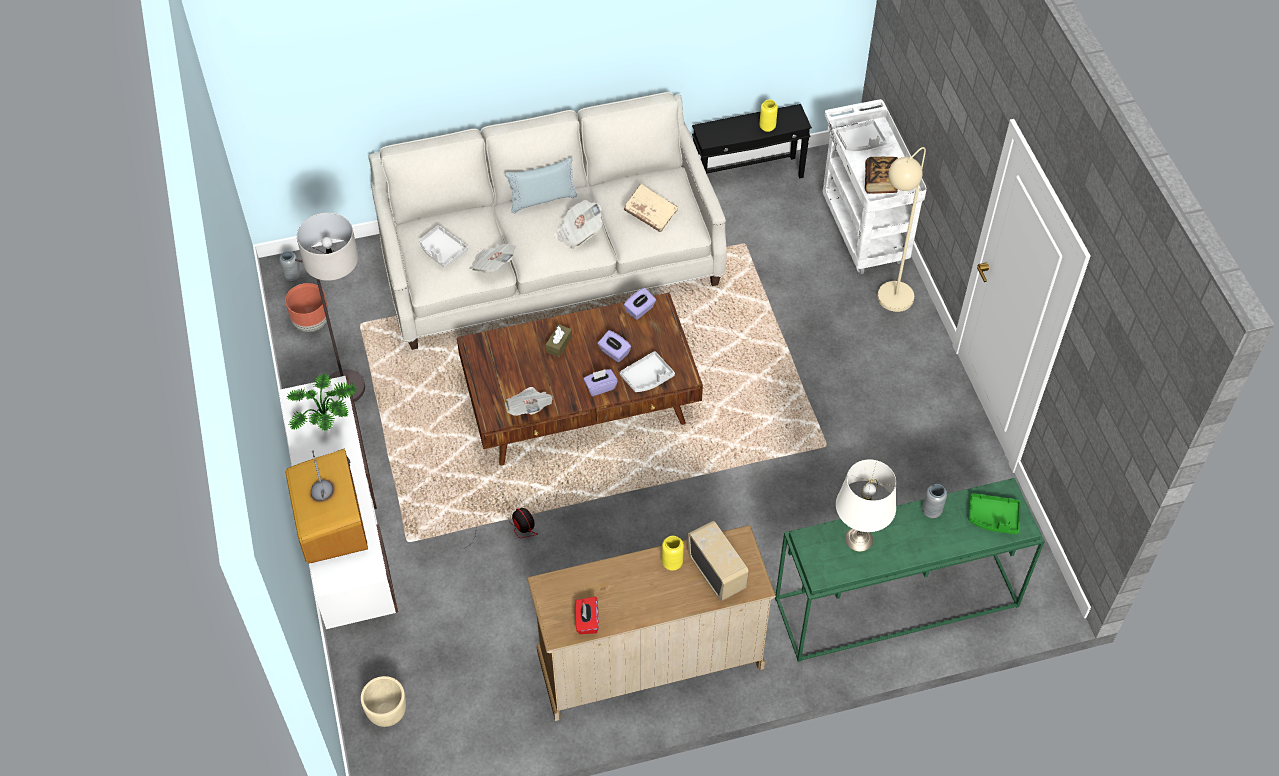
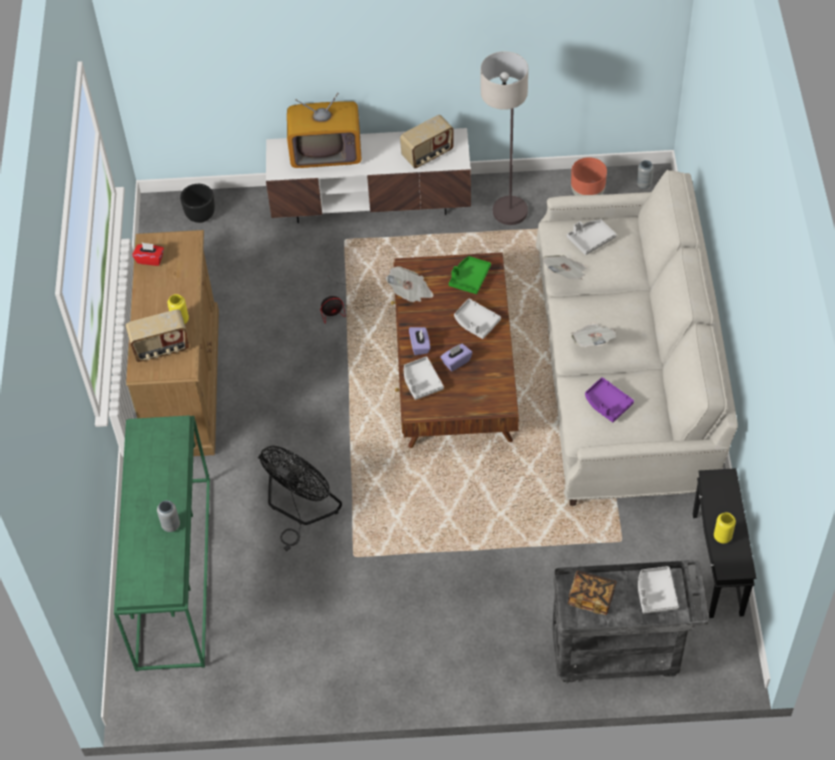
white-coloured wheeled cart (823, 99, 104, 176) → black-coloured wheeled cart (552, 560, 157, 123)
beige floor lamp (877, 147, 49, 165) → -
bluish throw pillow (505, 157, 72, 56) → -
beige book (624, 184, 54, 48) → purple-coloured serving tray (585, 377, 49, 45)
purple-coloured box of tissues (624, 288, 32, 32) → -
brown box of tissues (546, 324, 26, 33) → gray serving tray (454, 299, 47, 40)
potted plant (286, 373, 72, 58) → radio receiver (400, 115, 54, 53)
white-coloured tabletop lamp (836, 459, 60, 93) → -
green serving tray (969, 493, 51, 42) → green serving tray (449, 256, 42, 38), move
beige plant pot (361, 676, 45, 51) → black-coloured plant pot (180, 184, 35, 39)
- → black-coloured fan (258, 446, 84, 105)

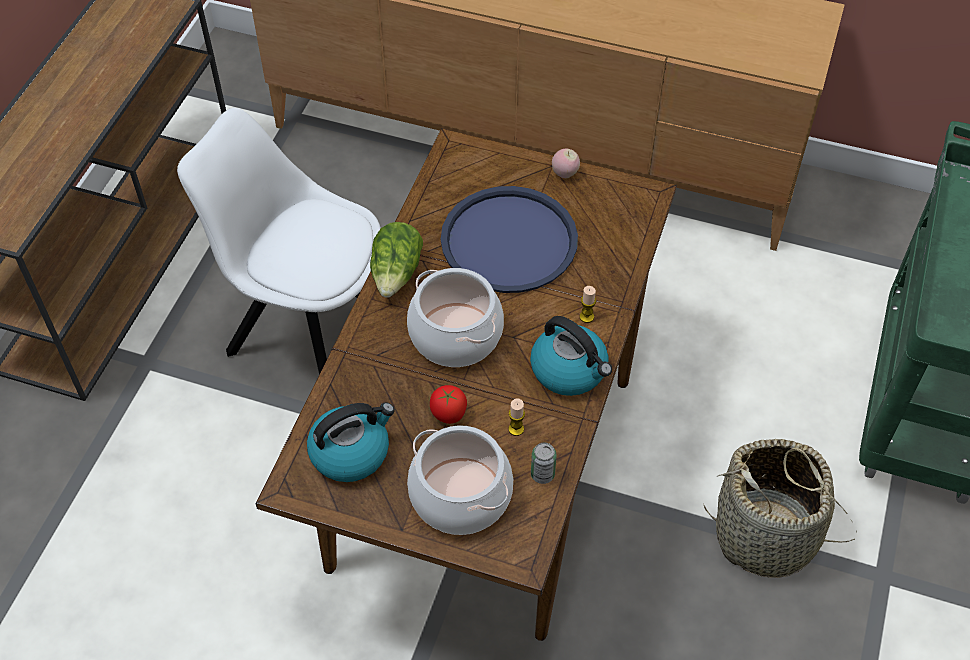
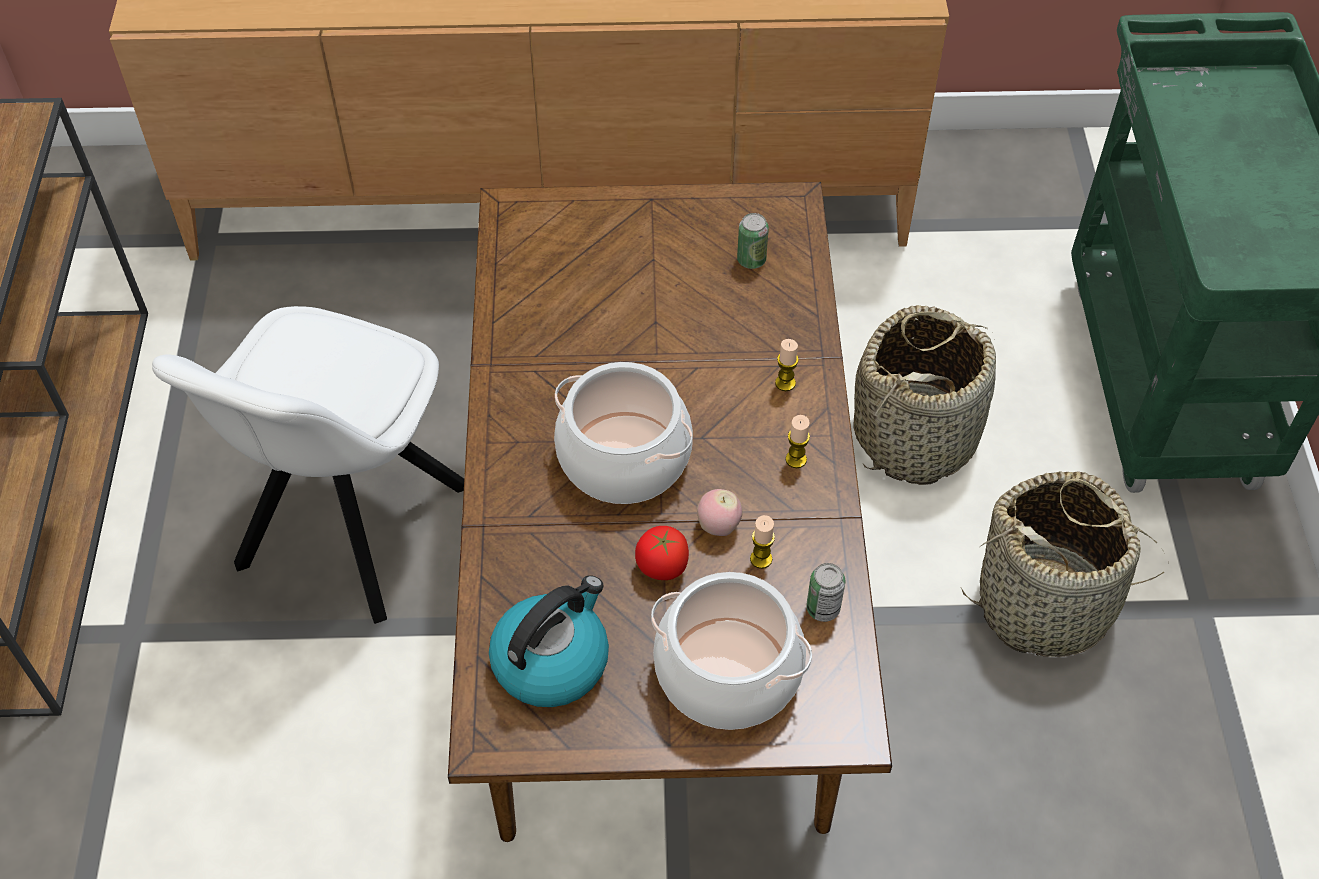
white-coloured plain chair (177, 108, 204, 266) → white-coloured plain chair (152, 306, 312, 318), 75 degrees counterclockwise
whole apple (552, 149, 28, 29) → whole apple (697, 489, 46, 47), move
bluish serving tray (441, 186, 137, 107) → -
lettuce (370, 222, 53, 76) → -
kettle (530, 316, 82, 80) → candle (785, 415, 25, 53)
- → can (737, 213, 32, 56)
- → basket (854, 305, 142, 180)

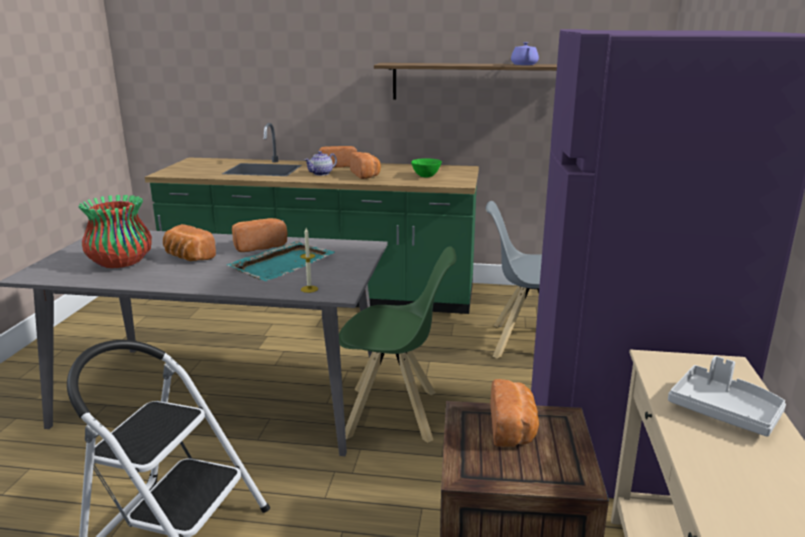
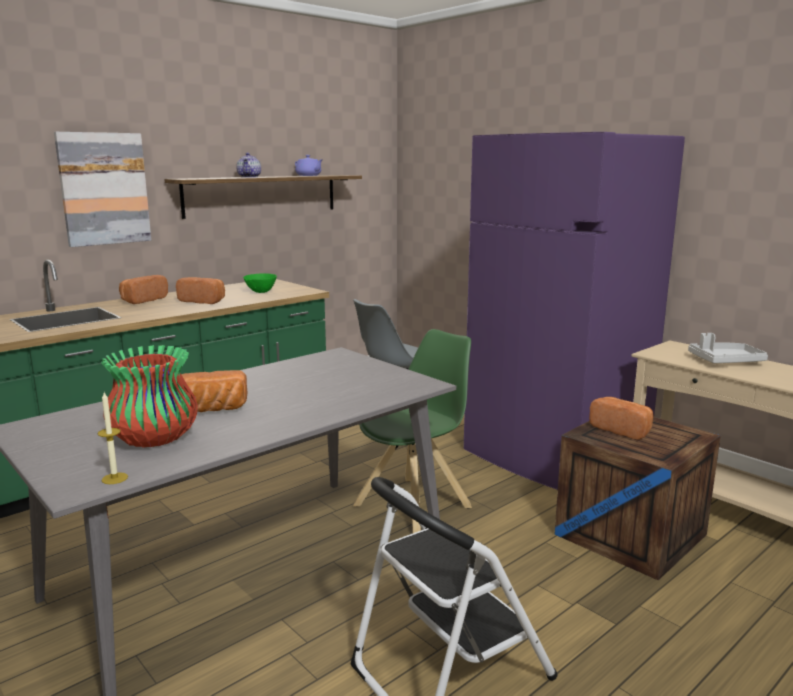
pot for tea (304, 151, 33, 25) → pot for tea (236, 153, 25, 25), move
bakery bread (232, 218, 55, 34) → -
candle (300, 228, 18, 65) → candle (97, 392, 31, 92), move
blue-green serving tray (227, 241, 108, 40) → -
- → wall picture (54, 132, 97, 115)

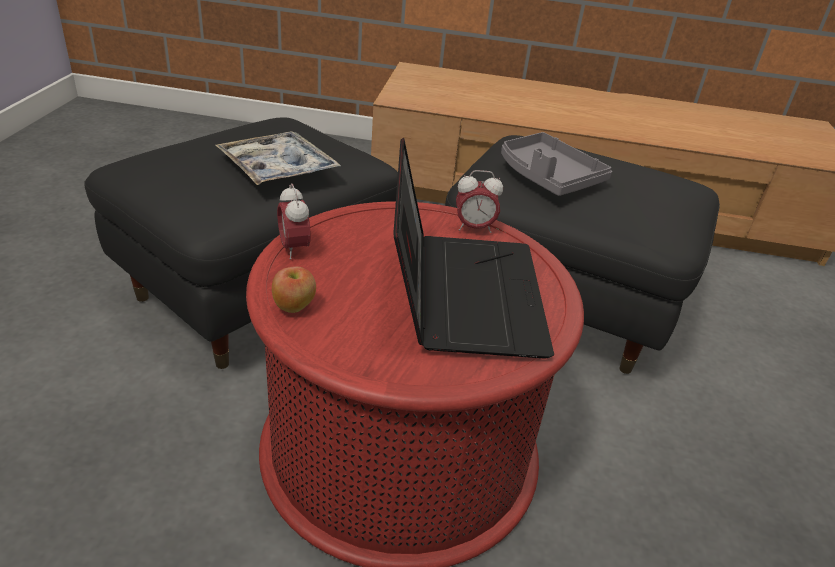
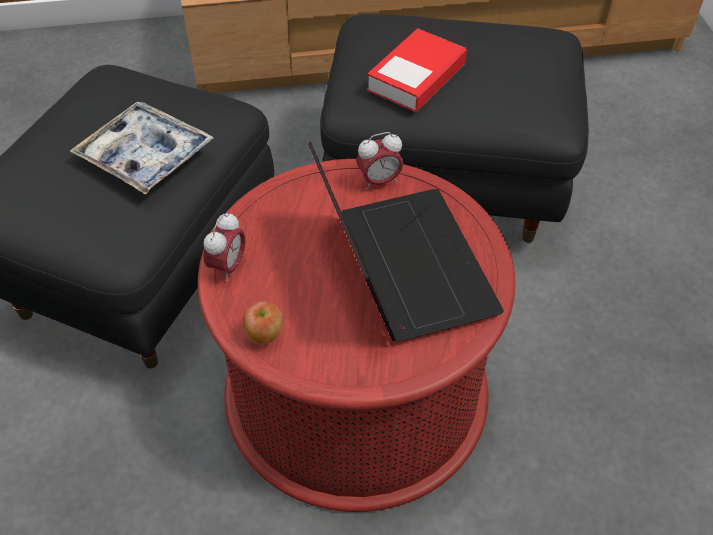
gray serving tray (501, 132, 111, 64) → book (367, 28, 100, 84)
table clock (277, 183, 34, 77) → table clock (203, 212, 42, 69), 120 degrees counterclockwise

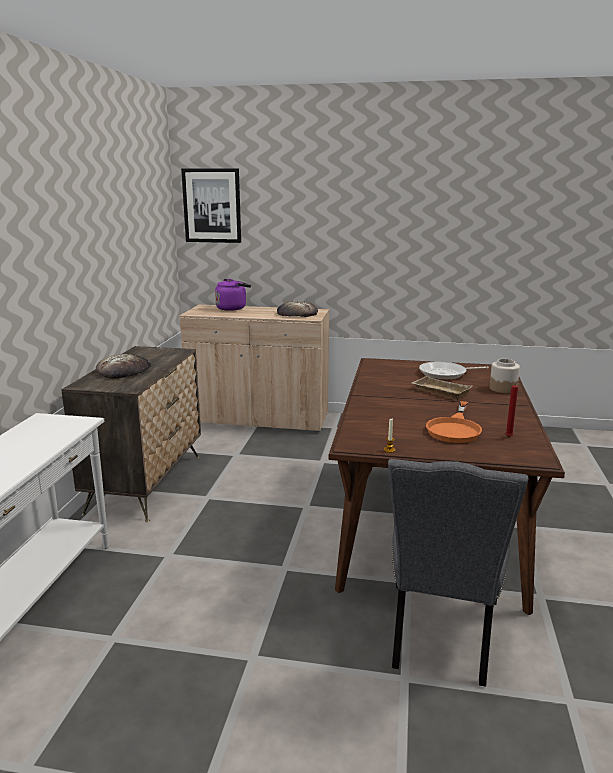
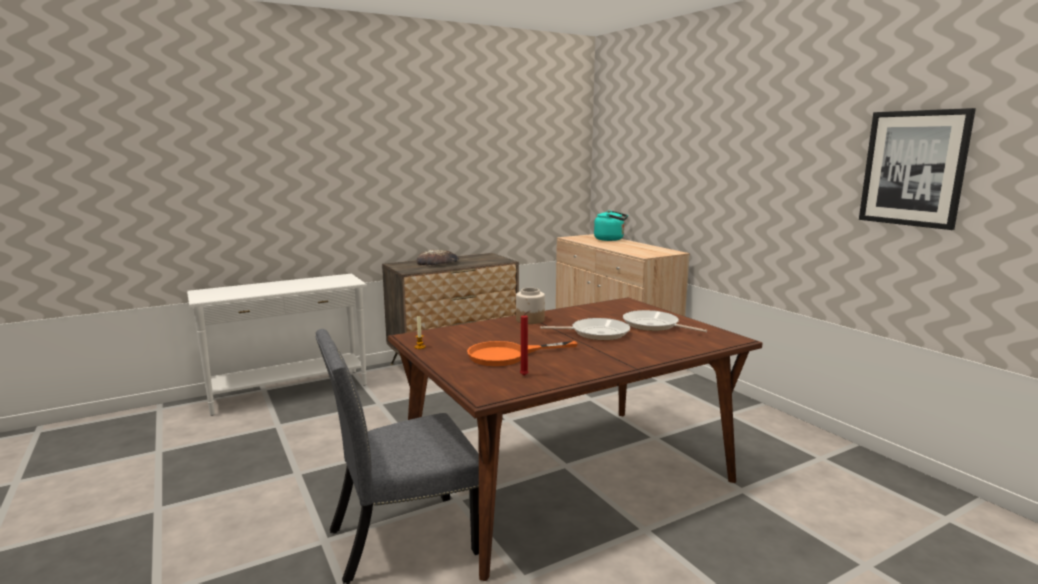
wall picture (181, 168, 60, 75) → wall picture (859, 108, 117, 122), move
purple-coloured kettle (215, 279, 36, 32) → blue-green kettle (594, 210, 34, 31)
bakery bread (277, 301, 41, 16) → -
storage jar (489, 359, 31, 34) → storage jar (516, 288, 29, 36), move
beige serving tray (412, 376, 60, 23) → pan (540, 318, 90, 22)

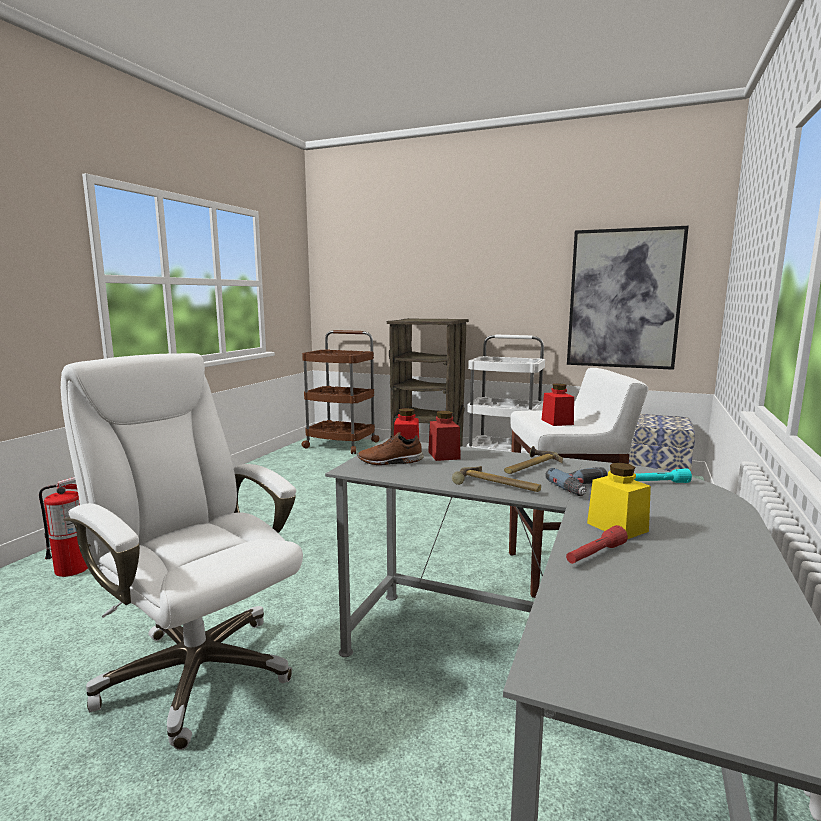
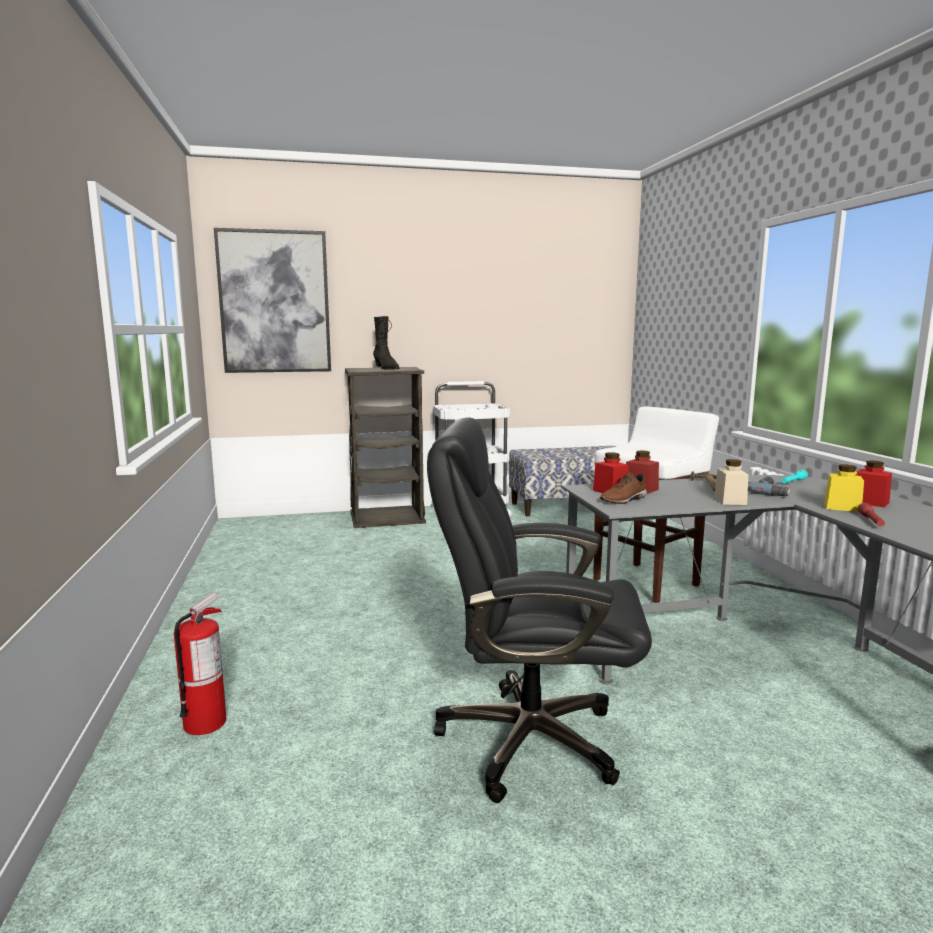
wall picture (567, 226, 122, 144) → wall picture (214, 228, 117, 145), move
brown wheeled cart (301, 330, 78, 124) → -
white-coloured office chair (61, 353, 242, 397) → black-coloured office chair (427, 418, 225, 385)
red-coloured storage jar (541, 384, 33, 42) → red-coloured storage jar (856, 460, 36, 47), move
hammer (452, 466, 89, 26) → beige storage jar (714, 459, 34, 46)
- → black-coloured high-top boot (373, 316, 26, 54)

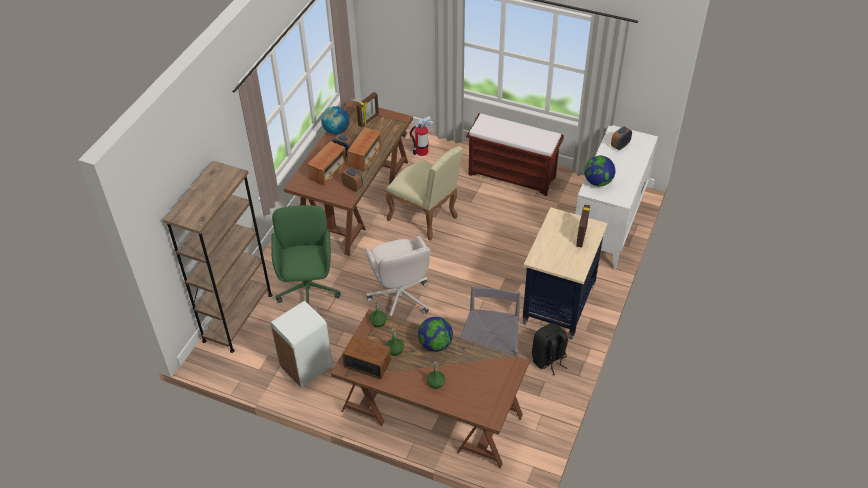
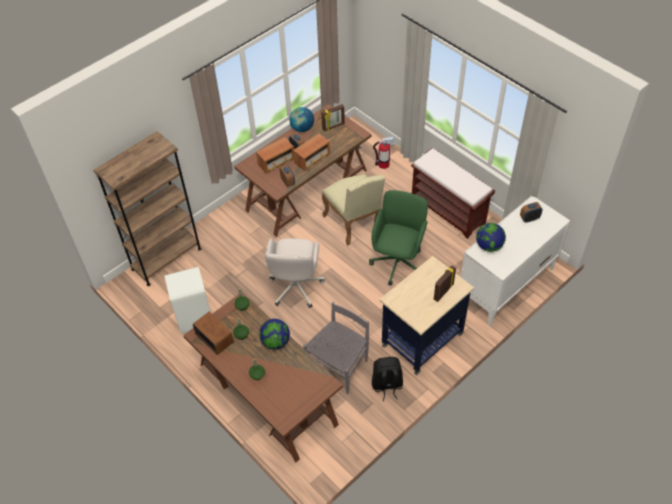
green office chair (271, 205, 70, 99) → green office chair (369, 190, 59, 96), move

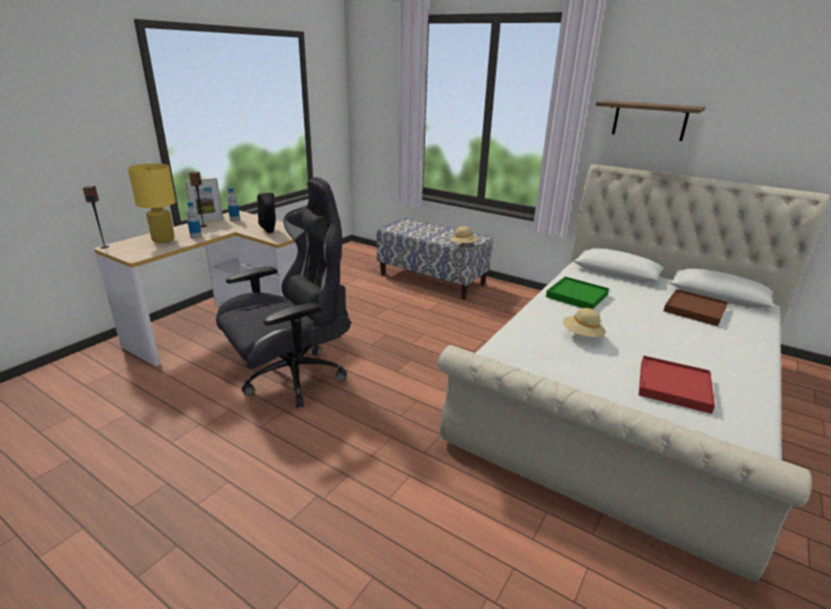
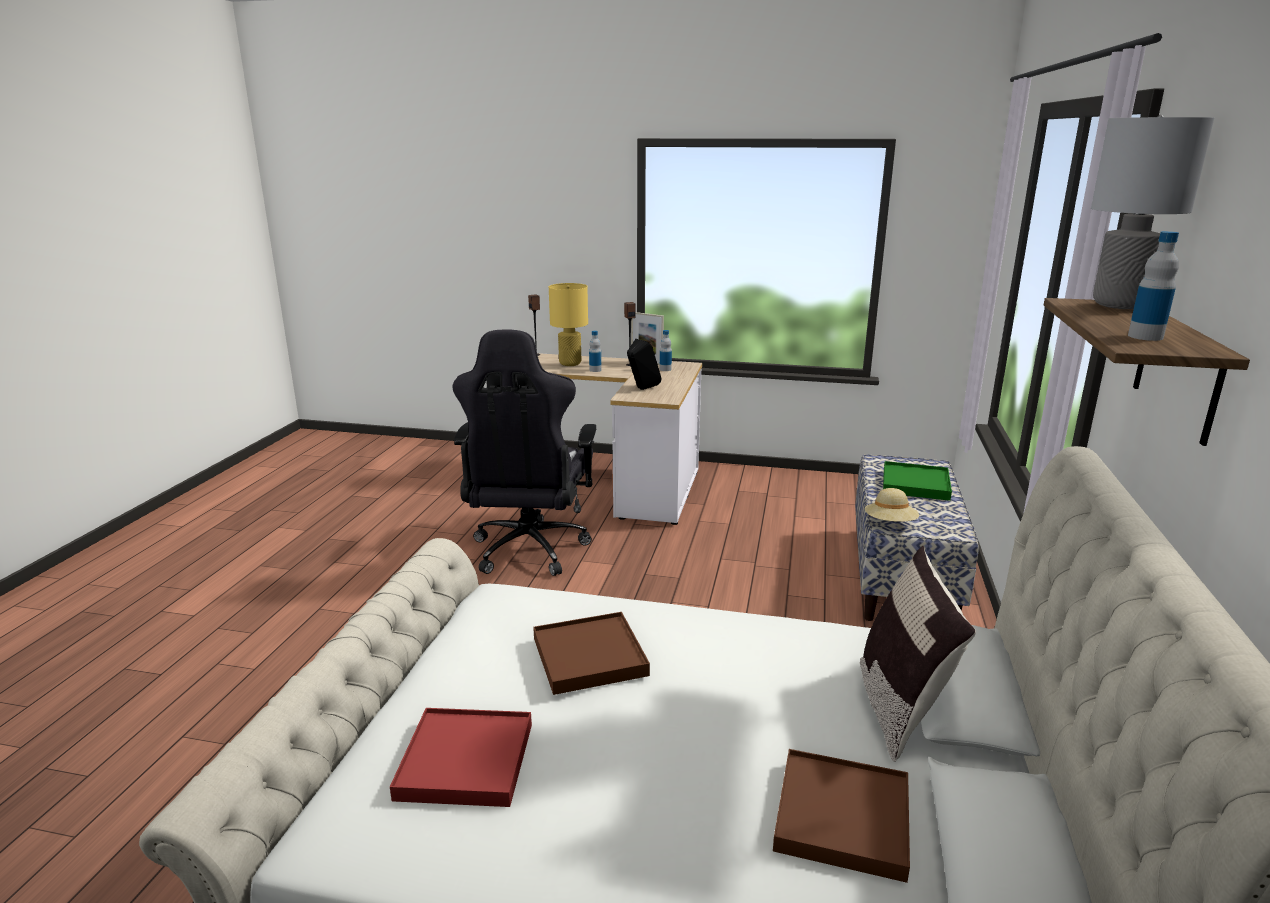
black-coloured office chair (216, 177, 135, 231) → black-coloured office chair (452, 330, 144, 246), 60 degrees clockwise
green serving tray (546, 277, 63, 32) → green serving tray (883, 461, 69, 40), move
beige clothing hat (563, 308, 42, 30) → brown serving tray (533, 612, 117, 83)
- → gray tabletop lamp (1091, 115, 124, 194)
- → beverage bottle (1128, 231, 51, 110)
- → throw pillow (859, 546, 117, 216)

